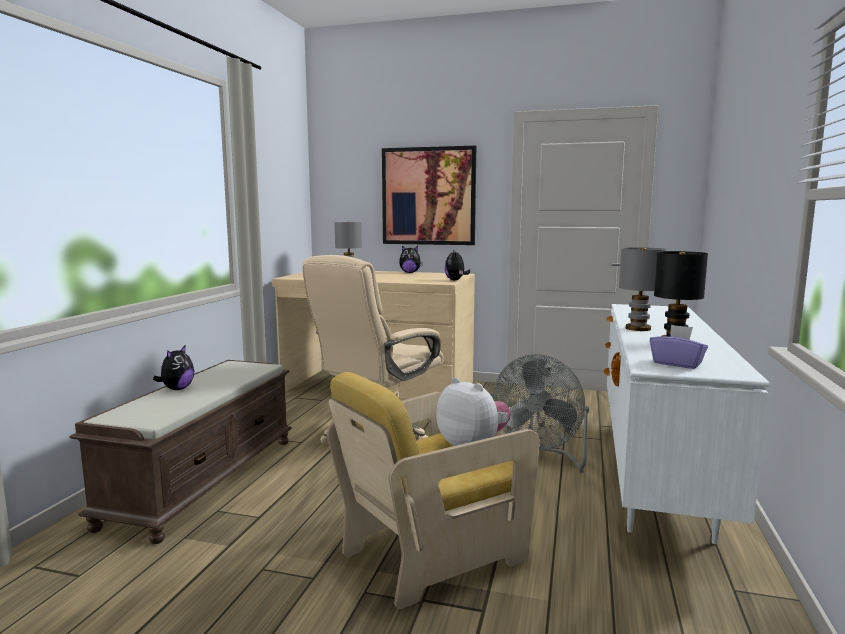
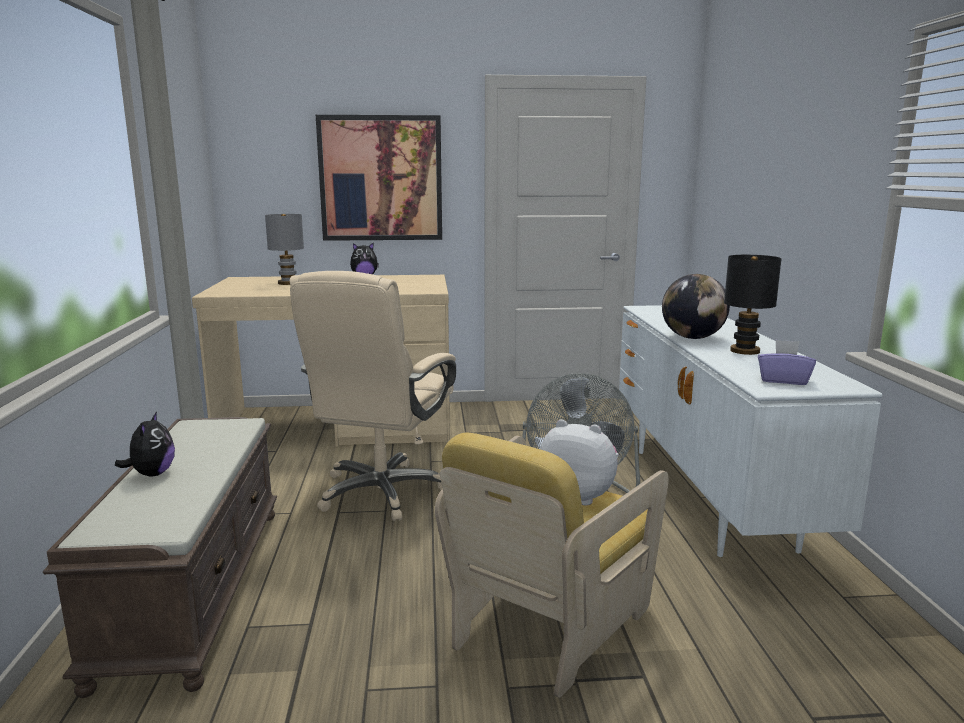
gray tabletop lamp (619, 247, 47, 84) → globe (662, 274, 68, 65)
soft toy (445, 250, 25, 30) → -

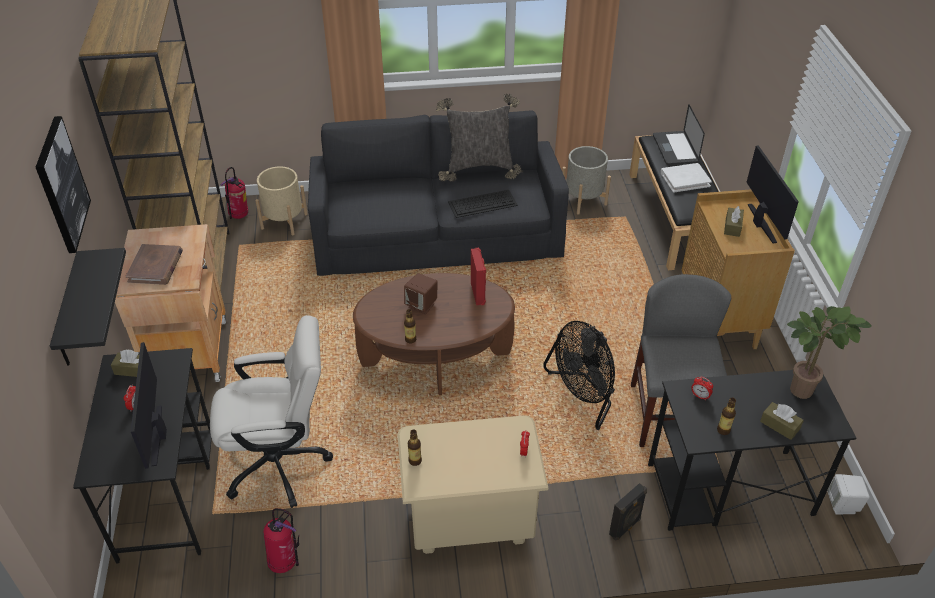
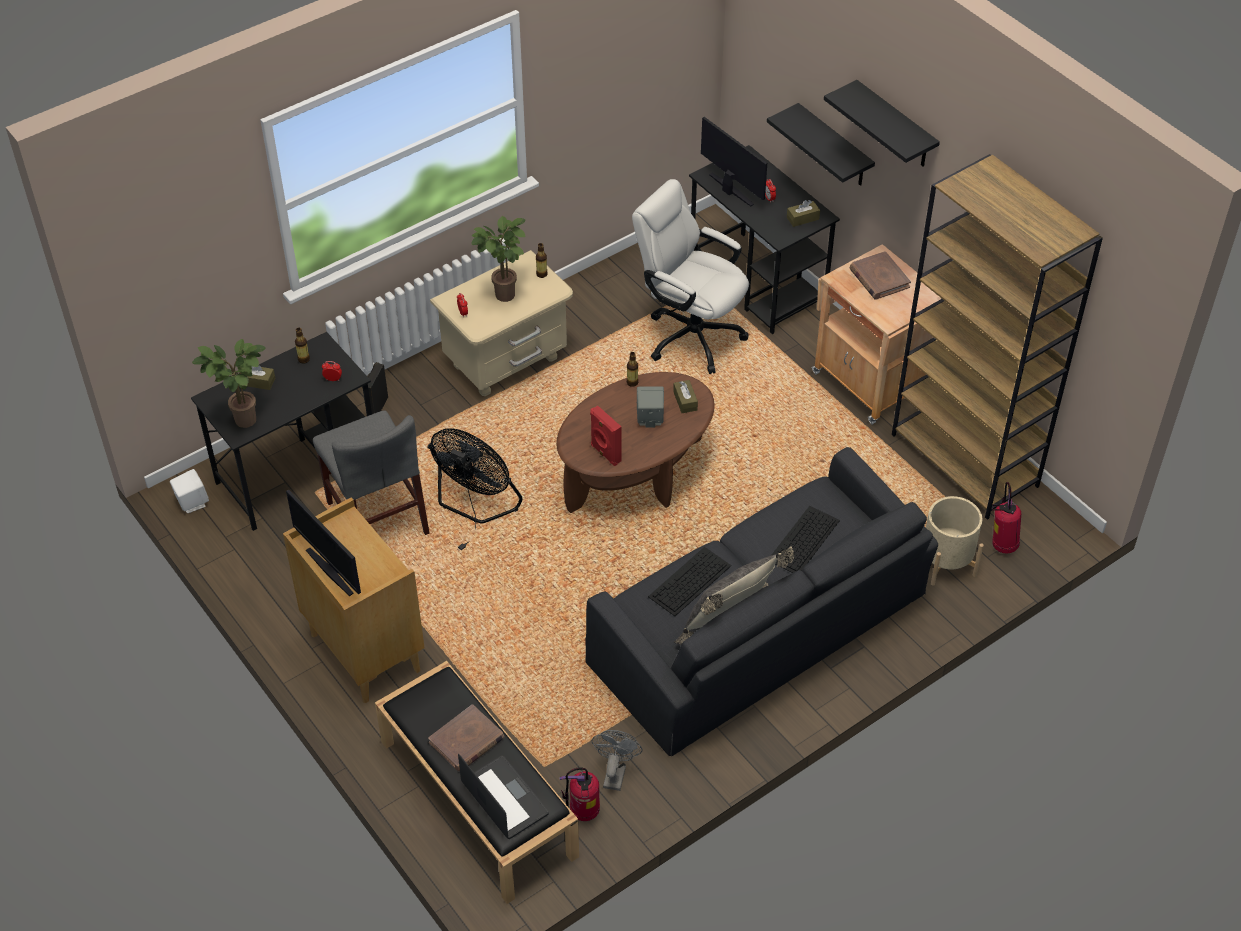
wall picture (35, 116, 56, 137) → black-coloured wall shelf (824, 80, 116, 87)
gray plant pot (562, 146, 49, 68) → gray fan (592, 730, 51, 61)
white-coloured book (661, 163, 51, 30) → brown book (428, 704, 76, 68)
brown box of tissues (724, 206, 20, 31) → brown box of tissues (673, 380, 25, 33), move
brown speaker (404, 273, 34, 42) → gray speaker (637, 386, 27, 42)
white-coloured office chair (210, 315, 123, 193) → white-coloured office chair (632, 179, 117, 195), 75 degrees clockwise
fire extinguisher (263, 508, 37, 65) → fire extinguisher (560, 767, 40, 54), move
- → potted plant (471, 216, 54, 86)
- → computer keyboard (772, 506, 68, 67)

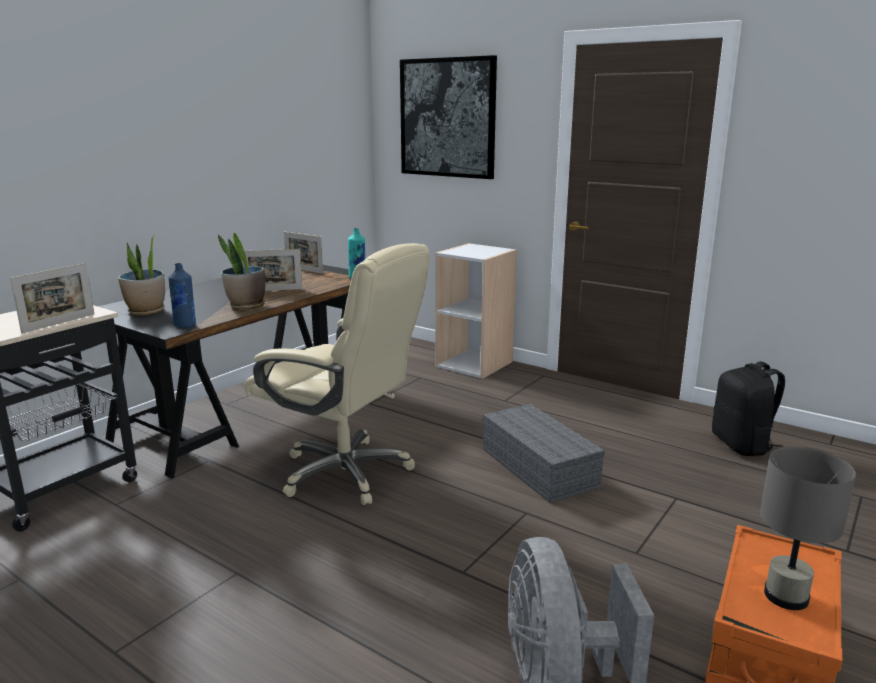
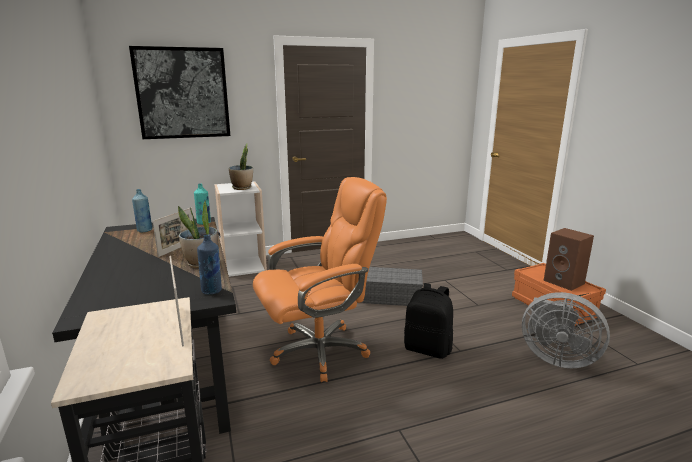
standing frame (284, 232, 39, 42) → bluish beverage bottle (132, 189, 20, 44)
potted plant (118, 233, 47, 83) → potted plant (229, 144, 24, 46), move
beige office chair (244, 243, 186, 262) → orangey office chair (253, 177, 134, 205)
black-coloured backpack (712, 362, 73, 94) → black-coloured backpack (404, 283, 49, 76), move
gray tabletop lamp (760, 447, 96, 163) → brown speaker (544, 228, 50, 63)

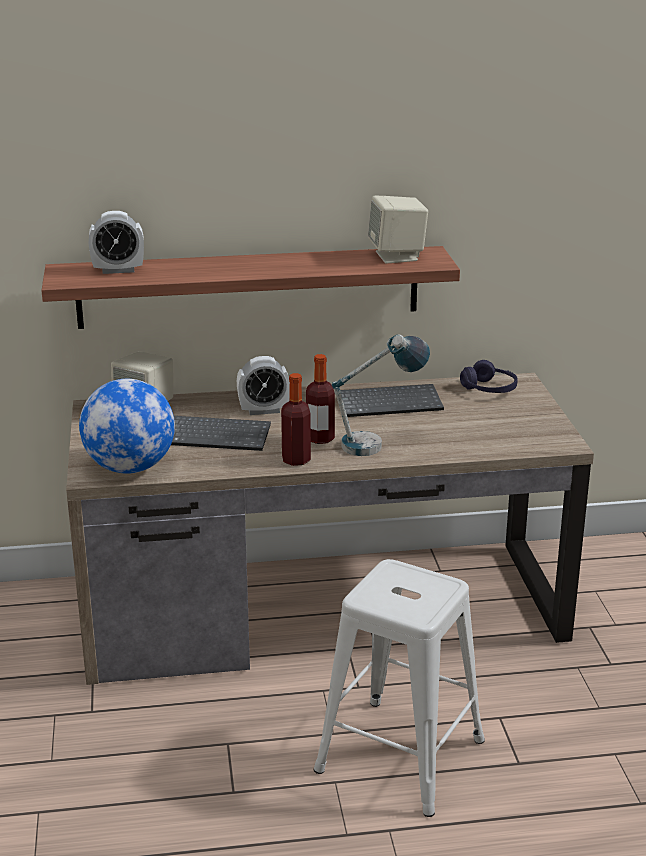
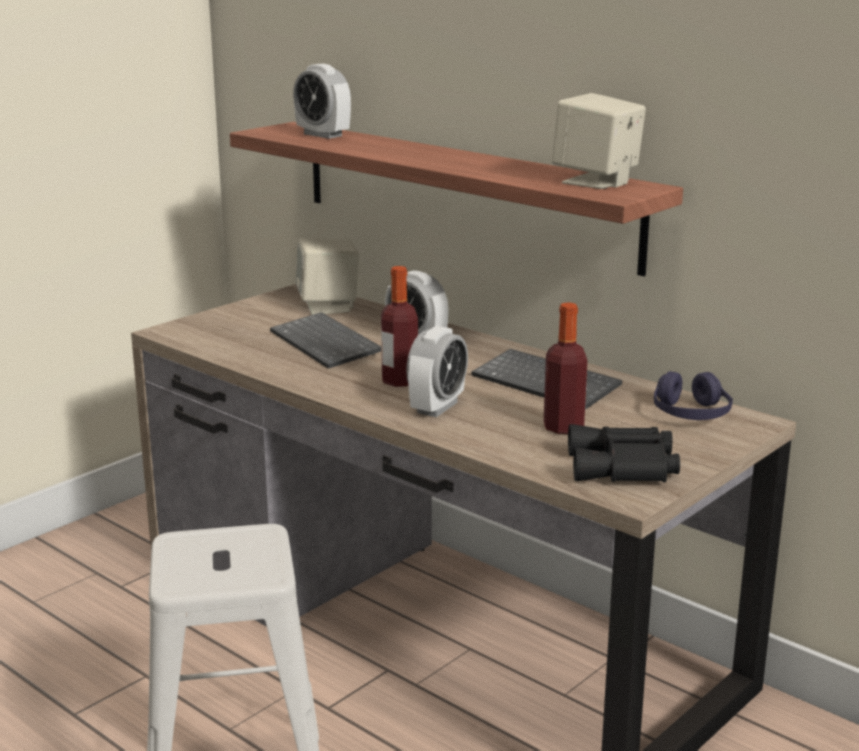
tabletop lamp (332, 334, 98, 122) → table clock (406, 326, 62, 91)
beverage bottle (281, 373, 30, 93) → beverage bottle (544, 303, 43, 131), move
globe (79, 379, 96, 95) → -
- → black-coloured pair of binoculars (568, 424, 112, 58)

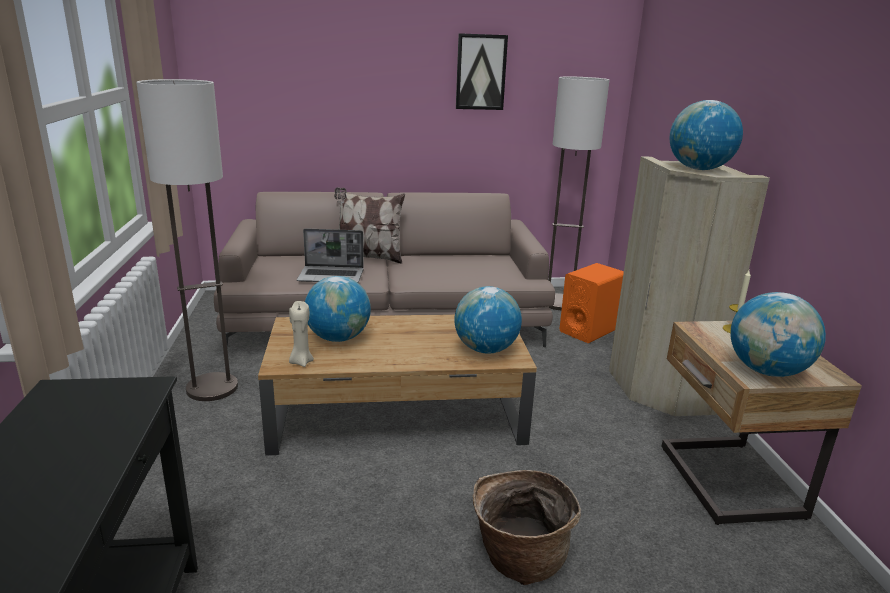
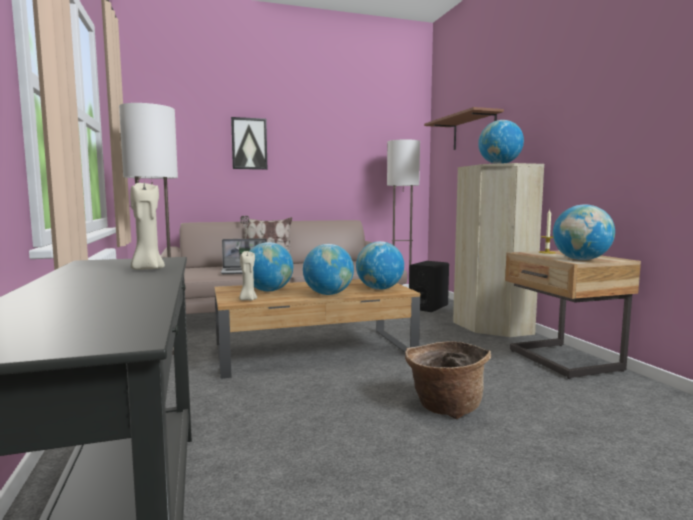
wall picture (456, 33, 52, 77) → wall picture (231, 117, 36, 53), move
orangey speaker (560, 263, 64, 80) → black-coloured speaker (409, 261, 40, 51)
- → brown wall shelf (424, 107, 80, 43)
- → beige candle (130, 183, 35, 87)
- → globe (303, 244, 51, 51)

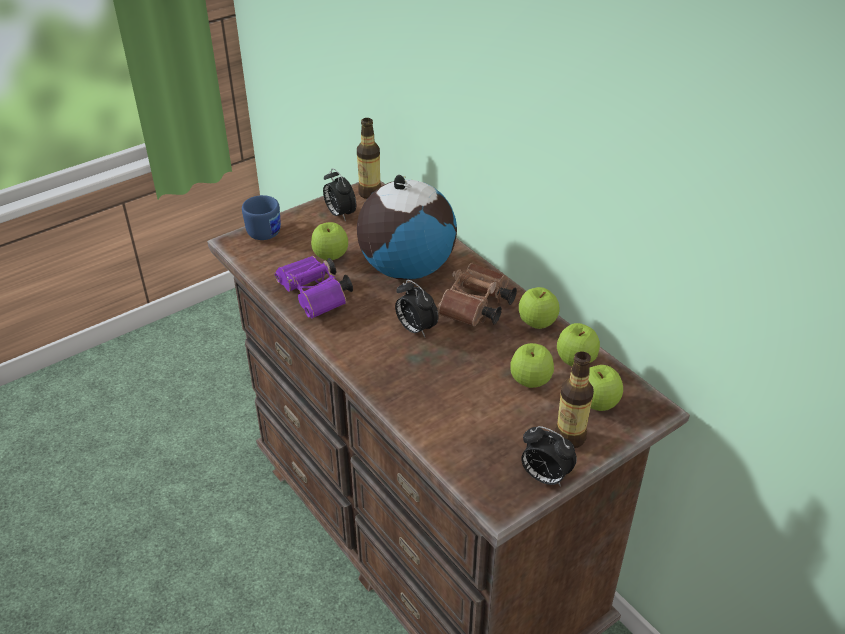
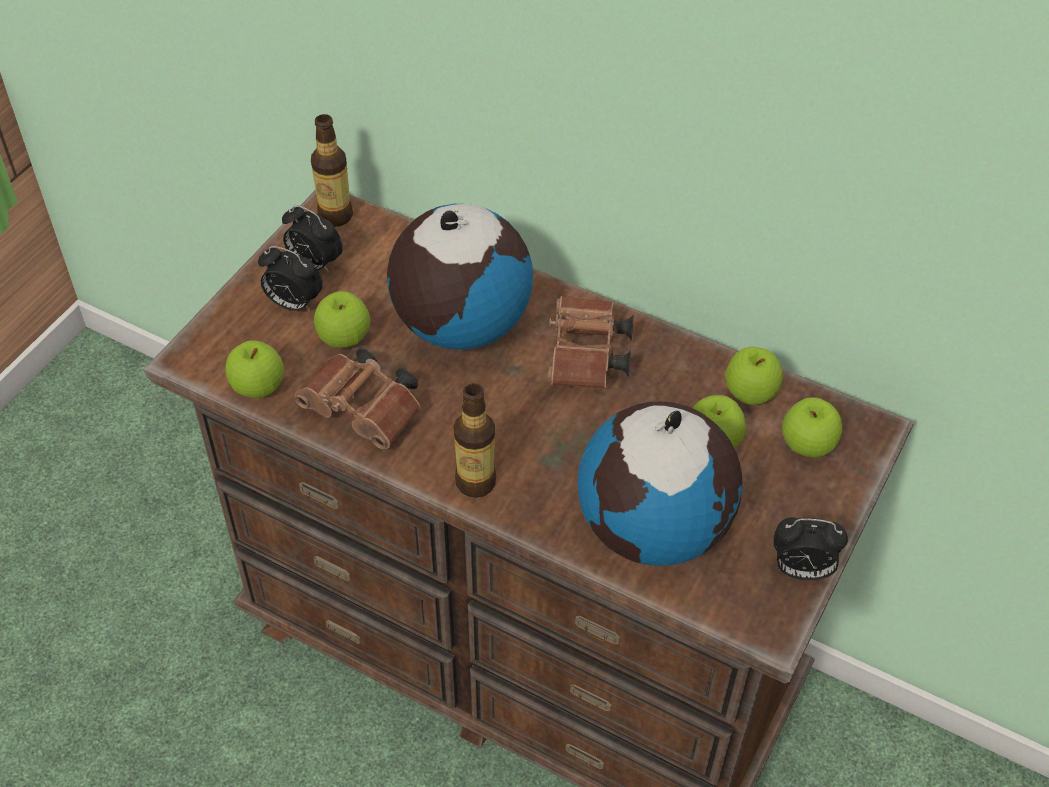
bluish mug (242, 195, 39, 45) → -
purple-coloured pair of binoculars (274, 256, 79, 63) → brown pair of binoculars (295, 348, 126, 101)
table clock (395, 280, 44, 57) → table clock (258, 246, 65, 66), move
whole apple (519, 287, 41, 42) → whole apple (225, 340, 59, 58), move
beverage bottle (555, 351, 39, 97) → beverage bottle (454, 383, 42, 115), move
- → globe (577, 402, 166, 164)

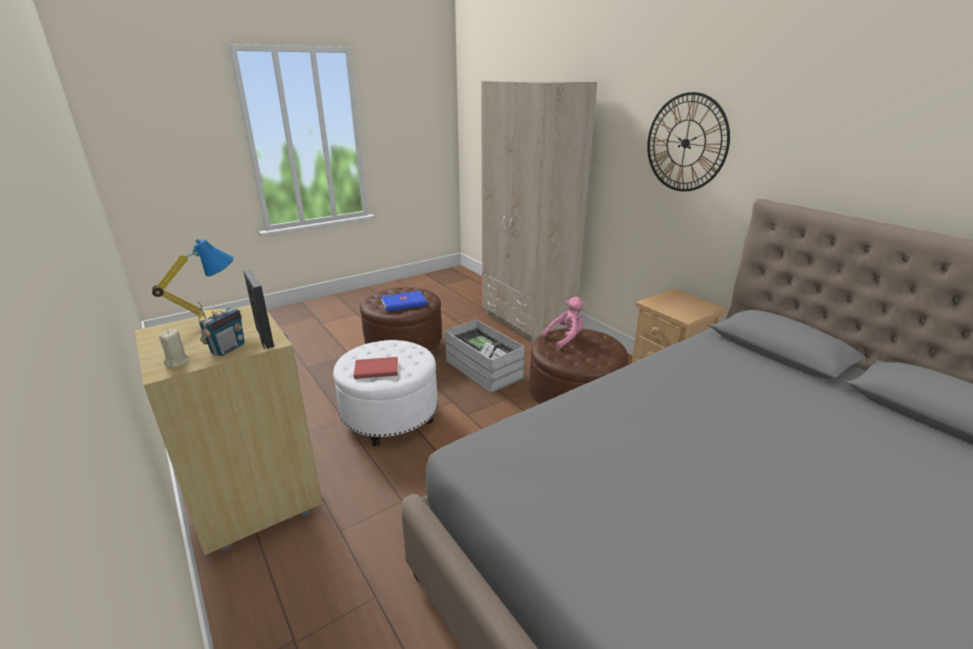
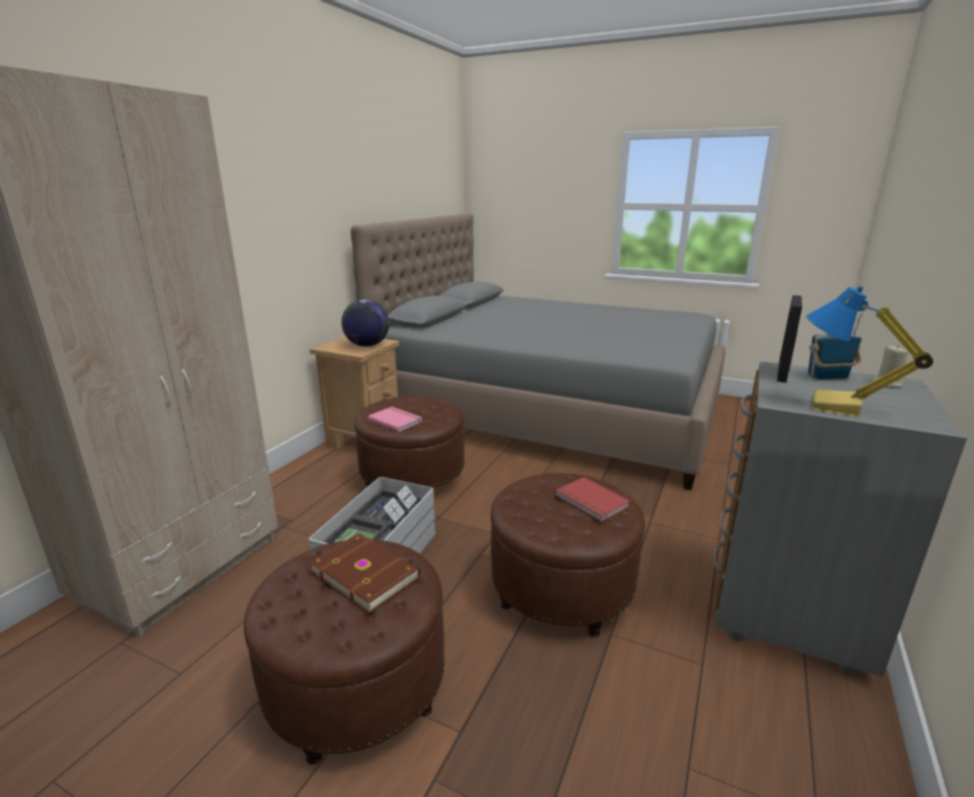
hanging clock (647, 92, 83, 99) → -
bluish book (381, 291, 46, 21) → brown book (309, 533, 111, 80)
pinkish soft toy (542, 297, 43, 52) → pinkish book (368, 407, 54, 25)
brown dresser (135, 305, 188, 250) → gray dresser (713, 361, 254, 316)
white-coloured ottoman (333, 340, 105, 106) → brown ottoman (491, 473, 154, 164)
- → globe (341, 299, 48, 48)

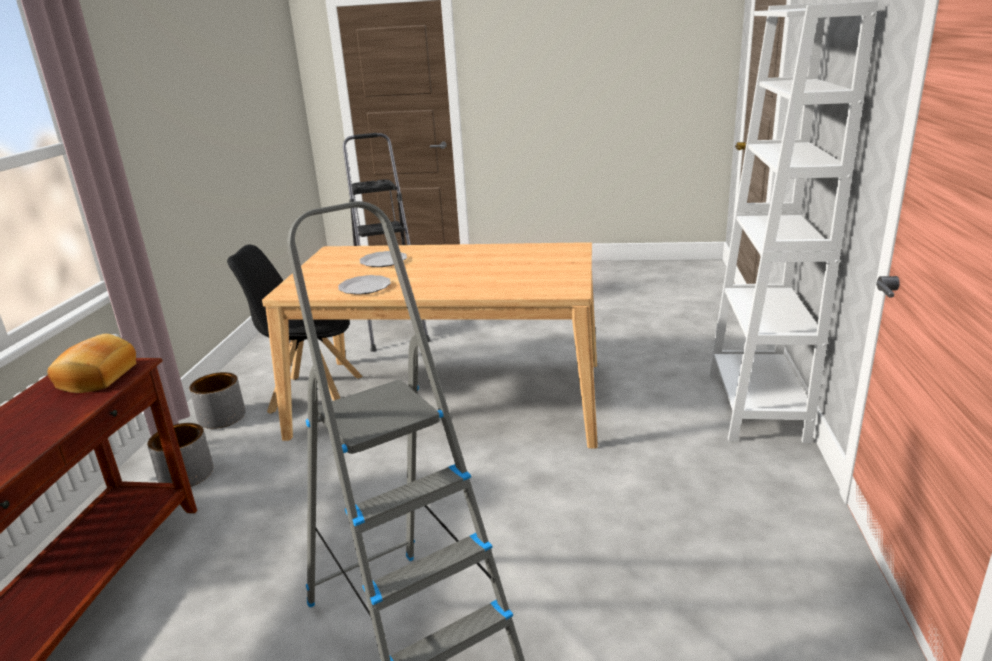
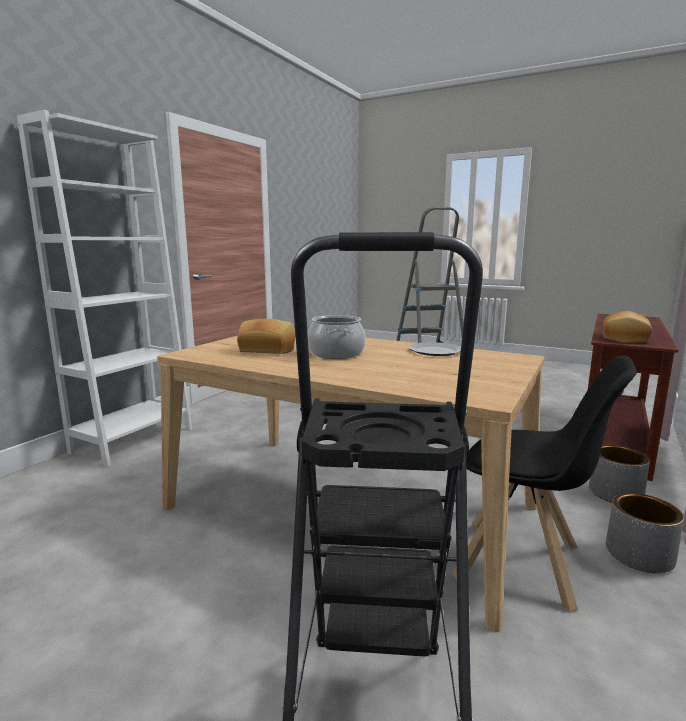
flat dish (360, 251, 47, 16) → -
- → saucepot (308, 315, 58, 44)
- → bakery bread (237, 319, 59, 35)

